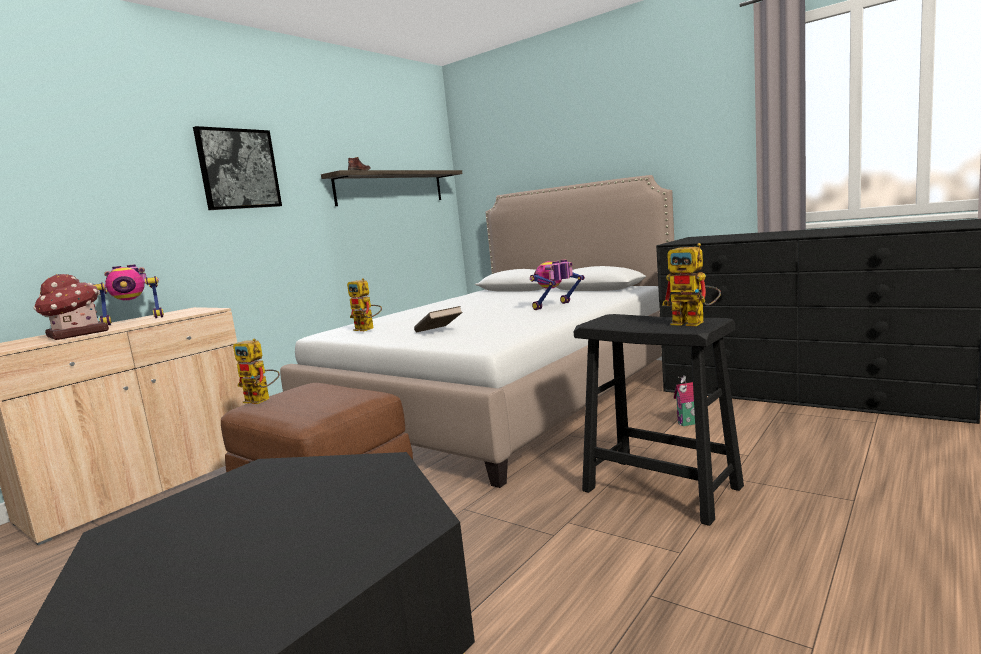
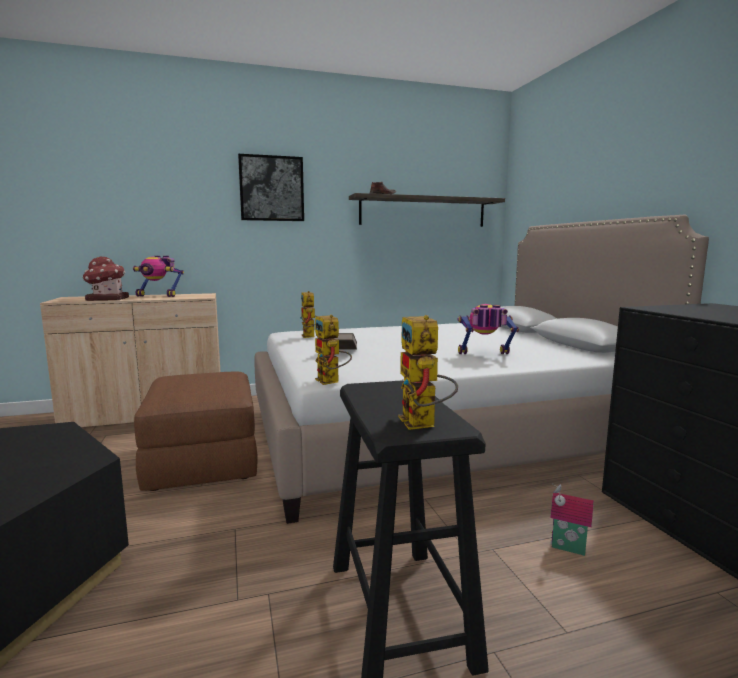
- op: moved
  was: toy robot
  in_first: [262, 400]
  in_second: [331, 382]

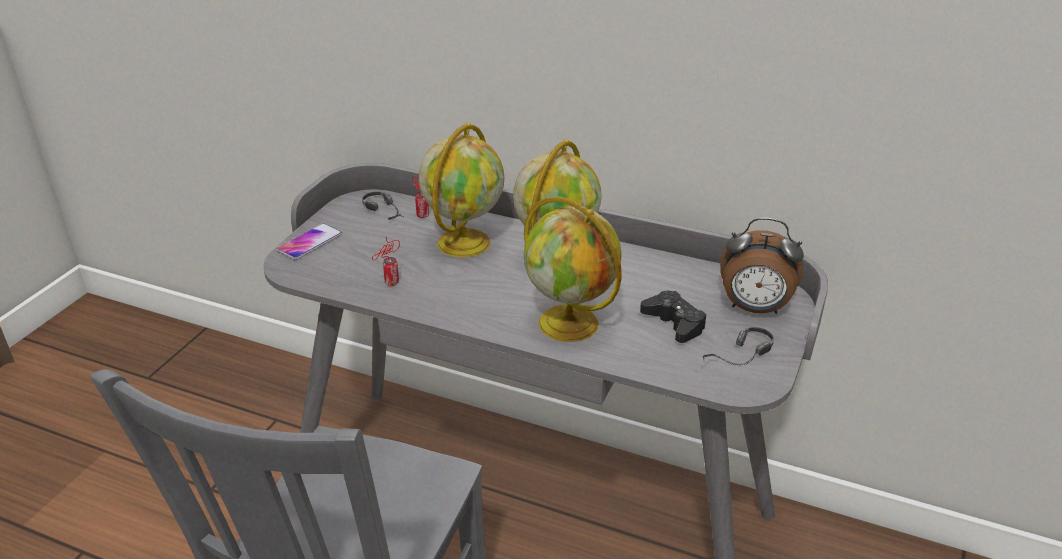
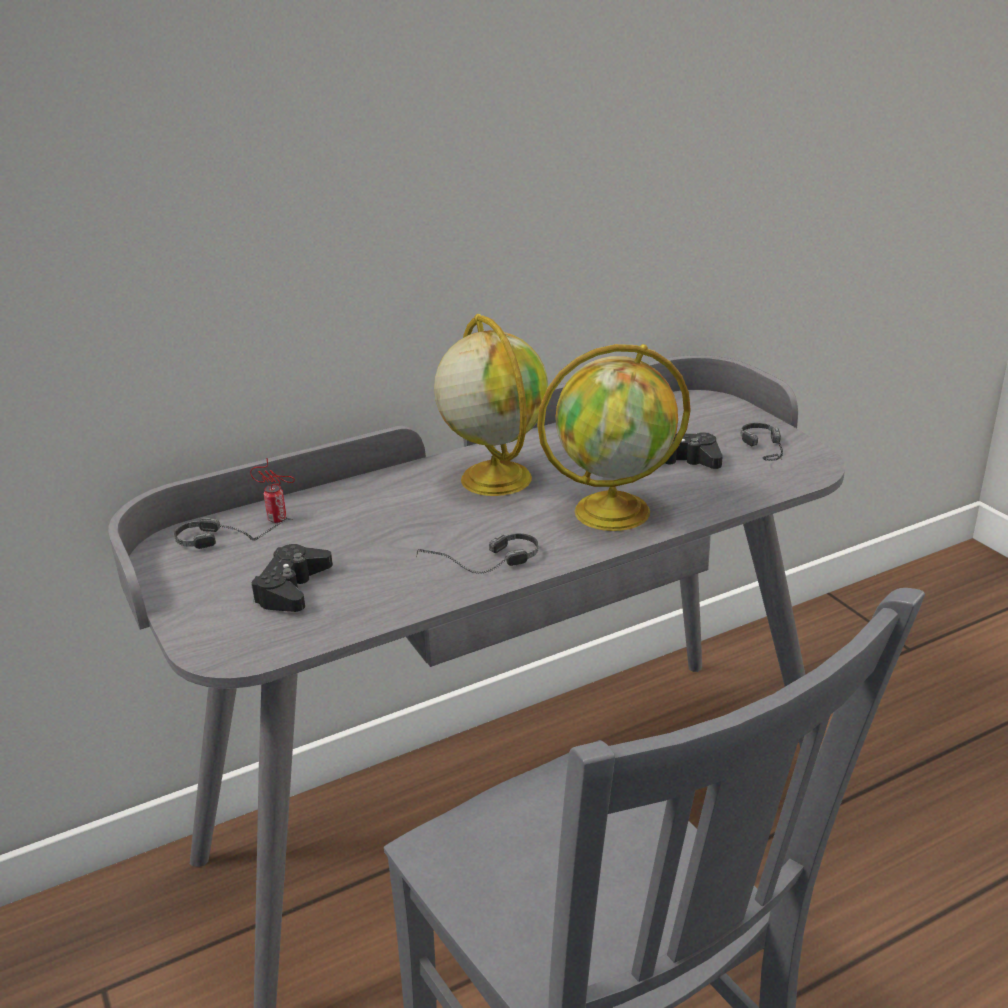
- op: added
  now: game controller (black)
  in_second: [292, 588]
- op: added
  now: headphones
  in_second: [482, 567]
- op: removed
  was: phone
  in_first: [310, 242]
- op: removed
  was: can
  in_first: [390, 283]
- op: removed
  was: globe
  in_first: [464, 242]
- op: removed
  was: alarm clock
  in_first: [754, 308]

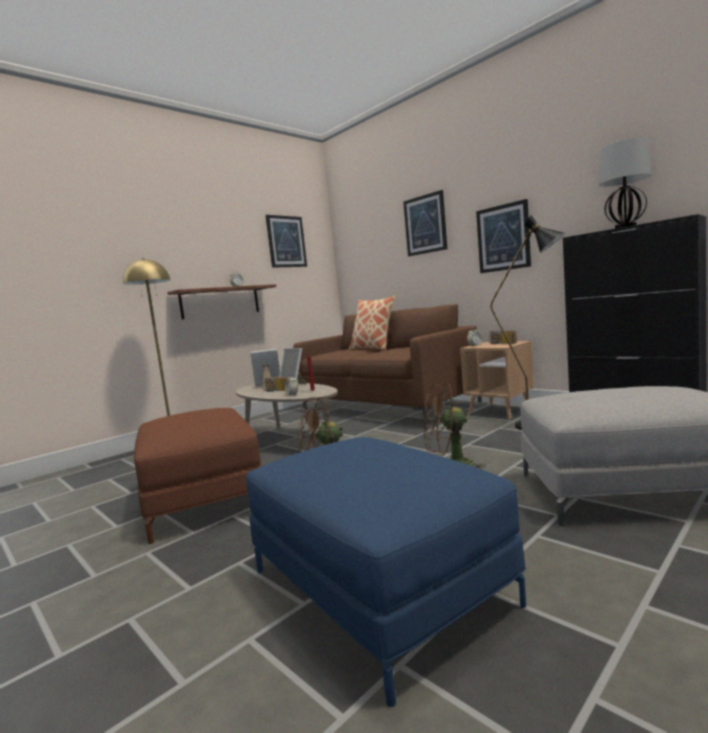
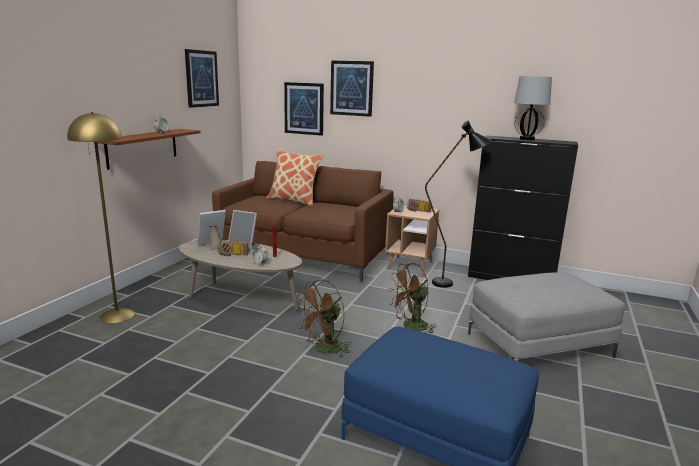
- op: moved
  was: picture
  in_first: [503, 238]
  in_second: [304, 108]
- op: removed
  was: ottoman (brown)
  in_first: [204, 498]

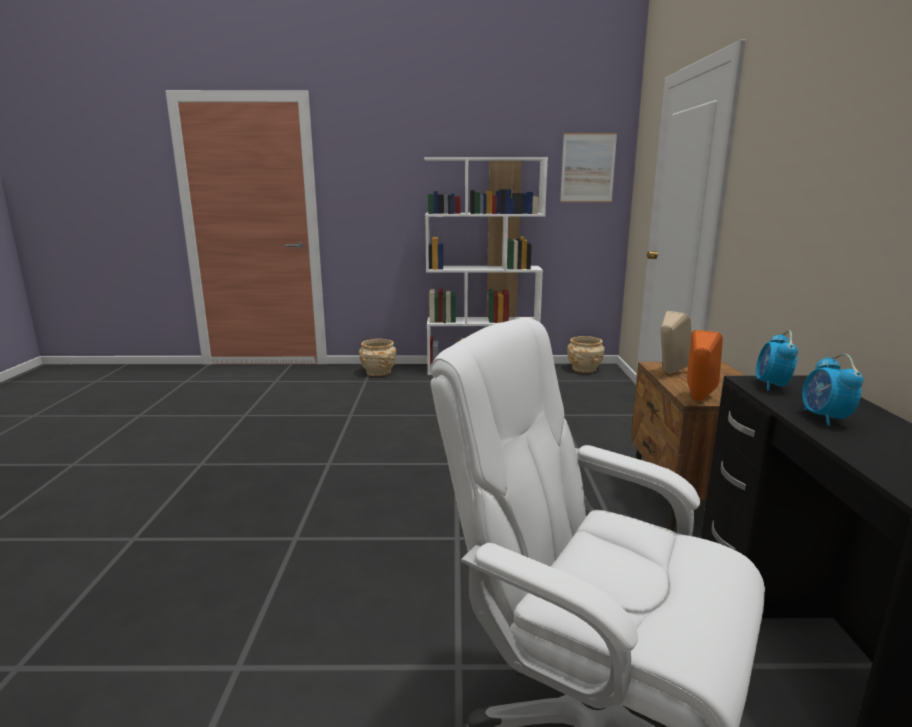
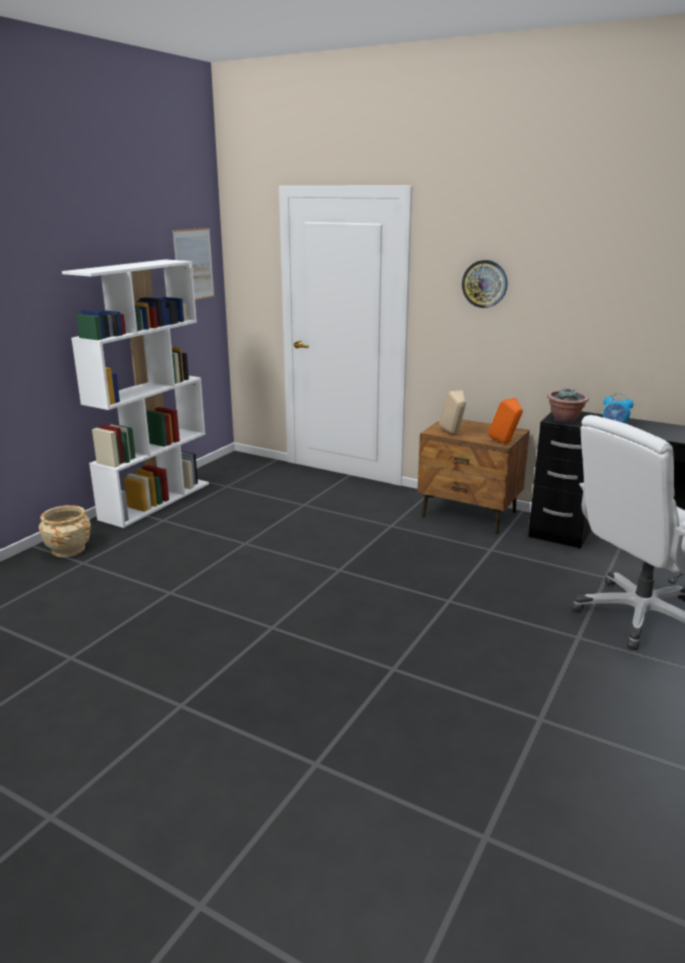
- op: added
  now: wall clock
  in_second: [484, 284]
- op: replaced
  was: alarm clock
  now: potted plant
  in_first: [771, 386]
  in_second: [565, 419]
- op: removed
  was: planter (beige)
  in_first: [584, 369]

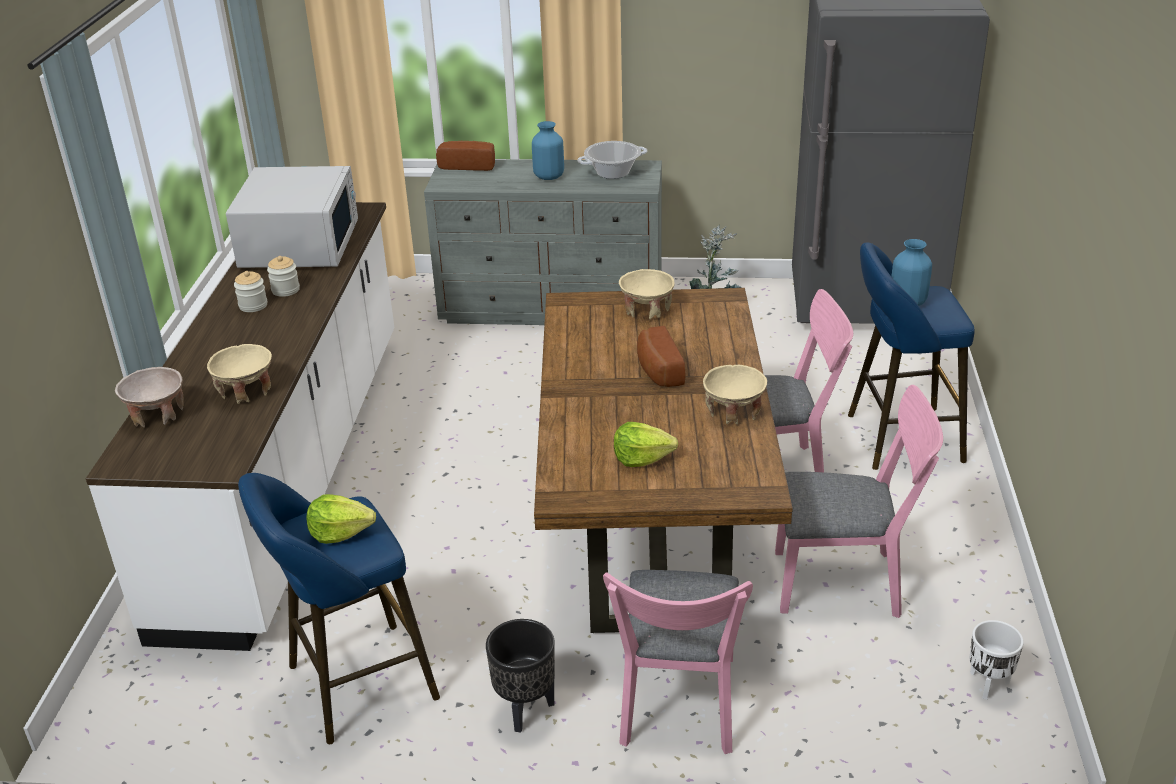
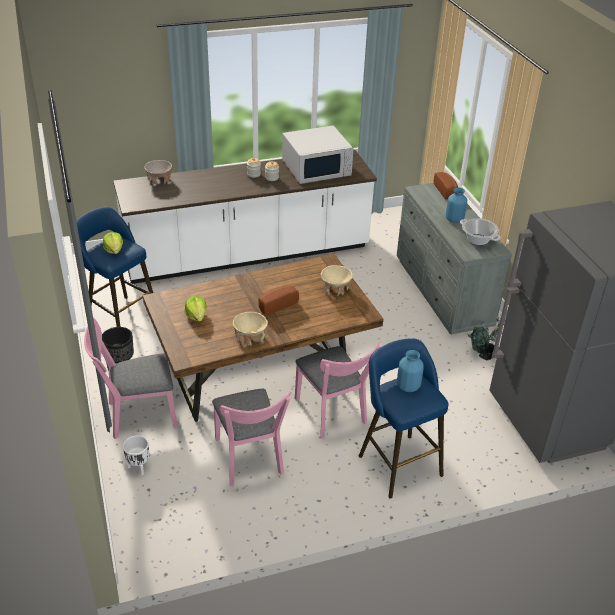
- op: moved
  was: planter (white)
  in_first: [987, 685]
  in_second: [138, 467]
- op: removed
  was: bowl (beige)
  in_first: [246, 391]

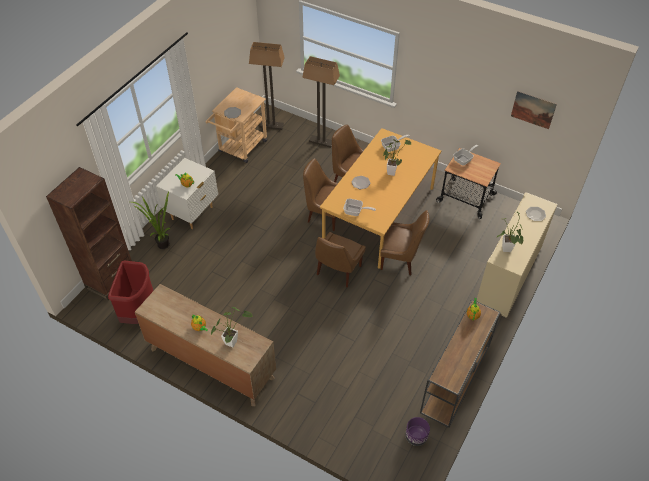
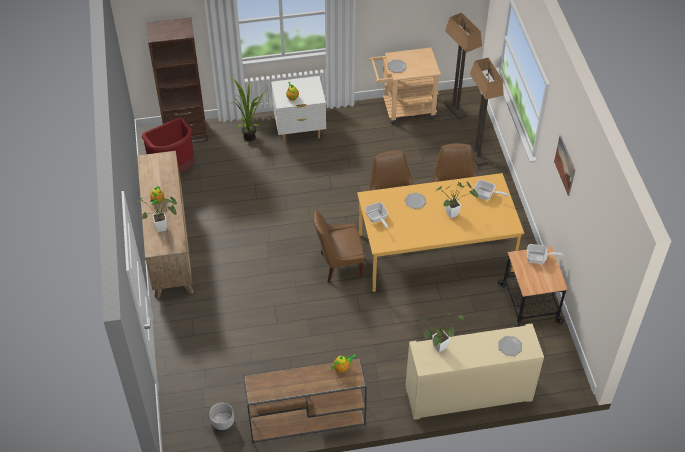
- op: recoloured
  was: planter (purple)
  now: planter (grey)
  in_first: [416, 436]
  in_second: [223, 424]
- op: moved
  was: picture
  in_first: [533, 109]
  in_second: [565, 165]
- op: removed
  was: chair (brown)
  in_first: [400, 260]

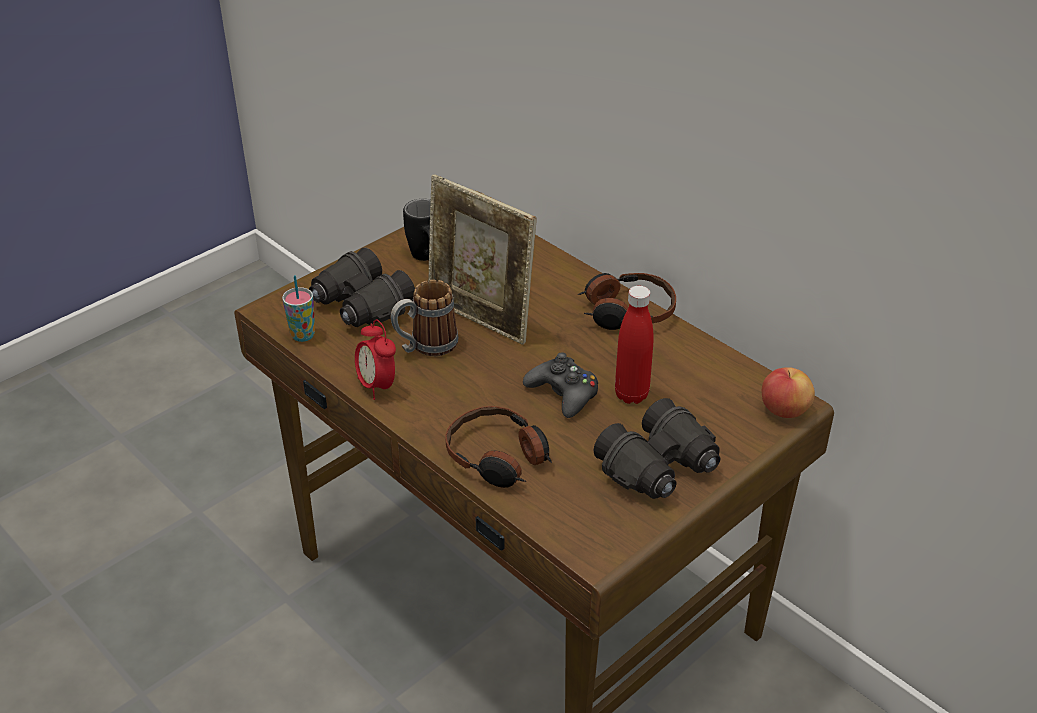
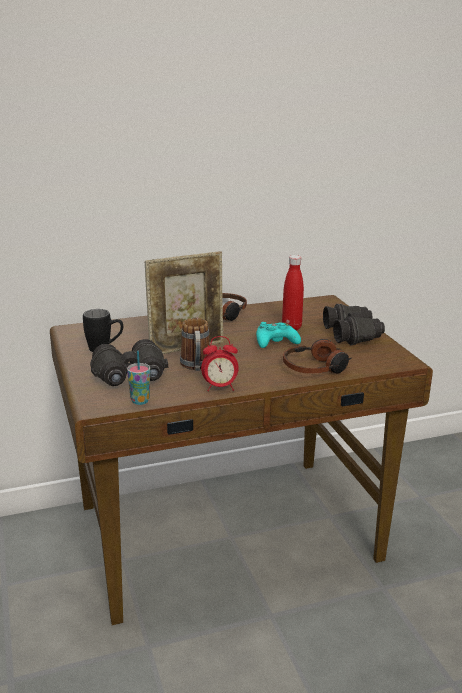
- op: recoloured
  was: game controller (black)
  now: game controller (turquoise)
  in_first: [563, 393]
  in_second: [276, 342]
- op: removed
  was: apple
  in_first: [783, 410]

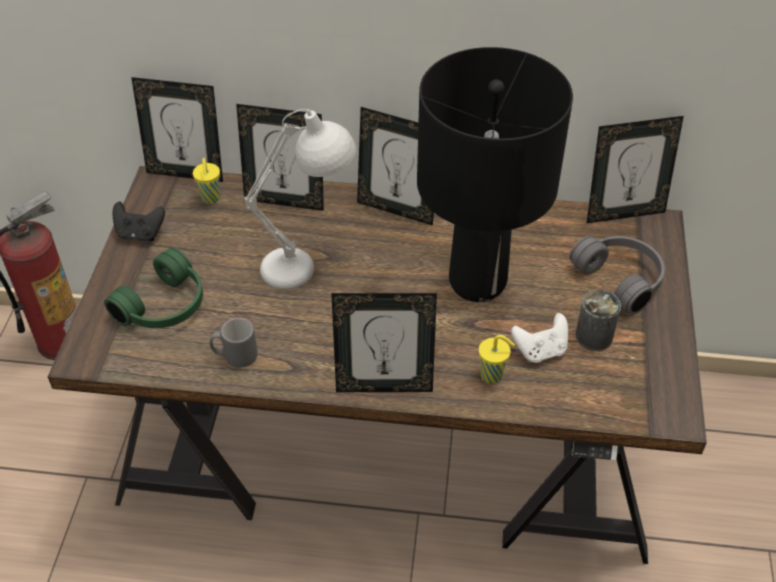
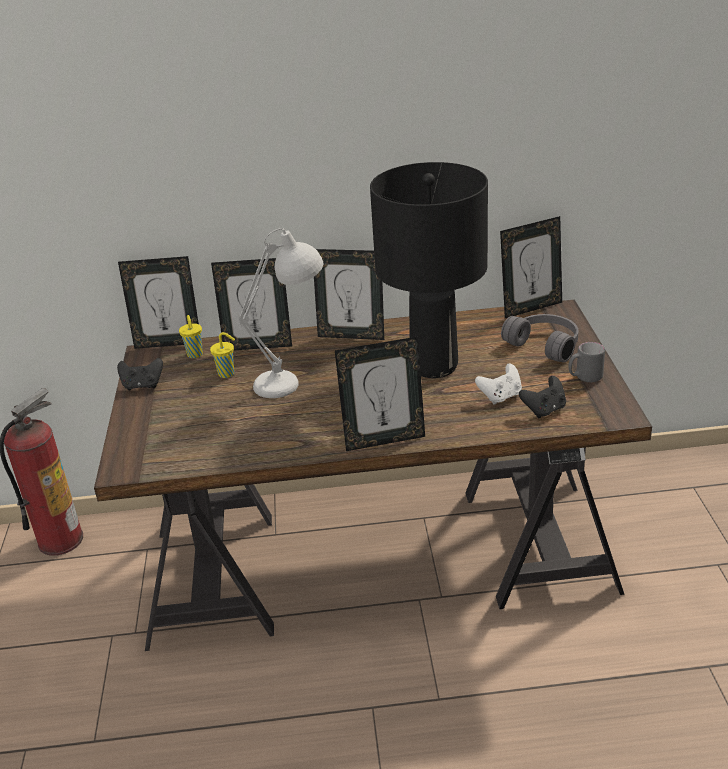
- op: moved
  was: cup (yellow)
  in_first: [493, 376]
  in_second: [227, 374]
- op: added
  now: game controller (black)
  in_second: [544, 410]
- op: moved
  was: mug (grey)
  in_first: [235, 356]
  in_second: [584, 377]
- op: removed
  was: headphones (green)
  in_first: [166, 307]
- op: removed
  was: can
  in_first: [593, 336]

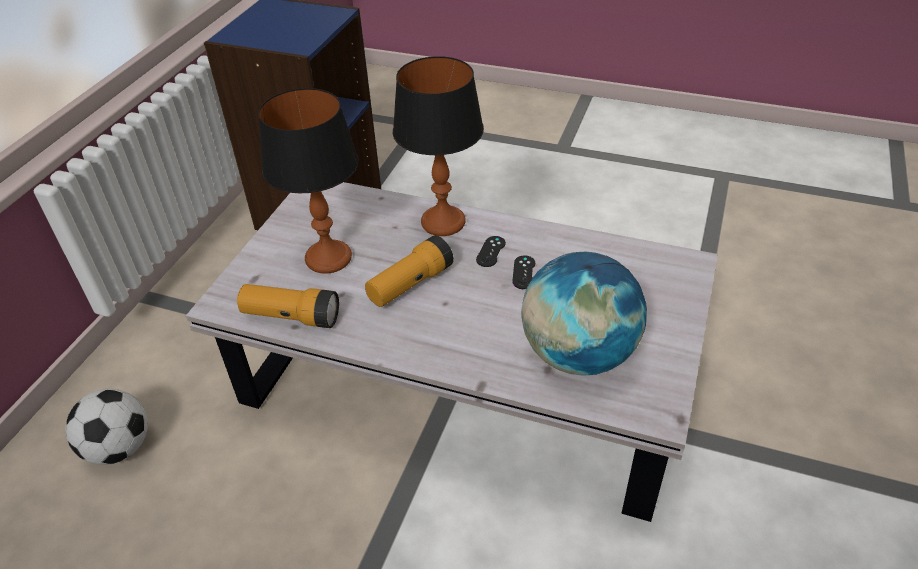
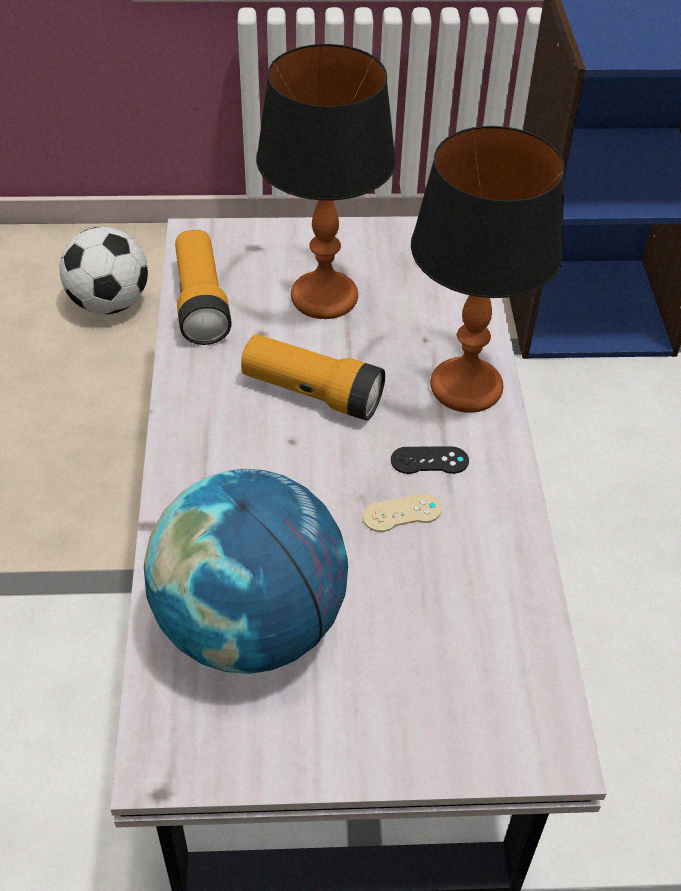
- op: recoloured
  was: game controller (black)
  now: game controller (beige)
  in_first: [524, 272]
  in_second: [402, 513]

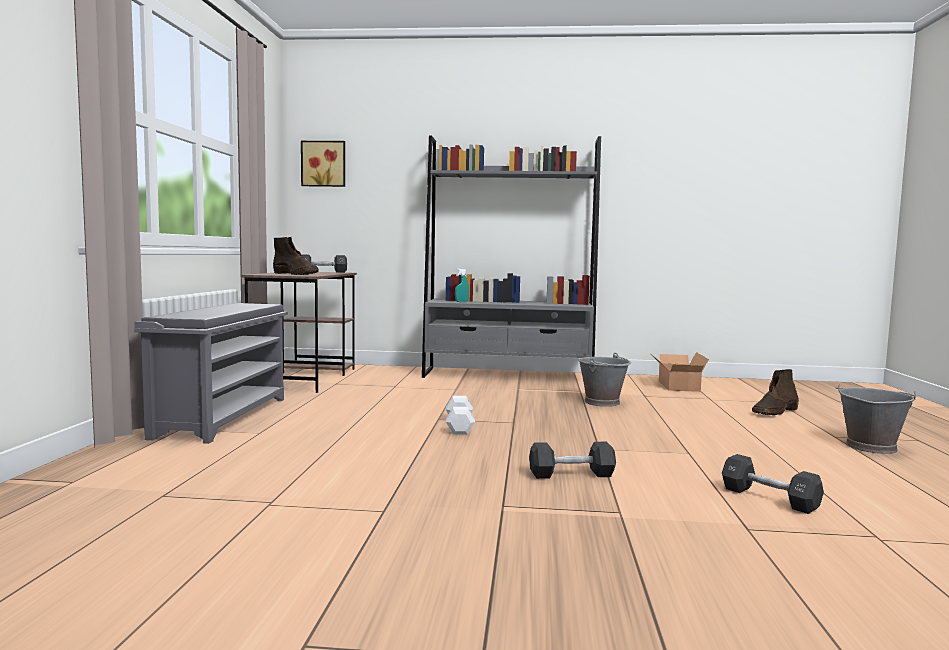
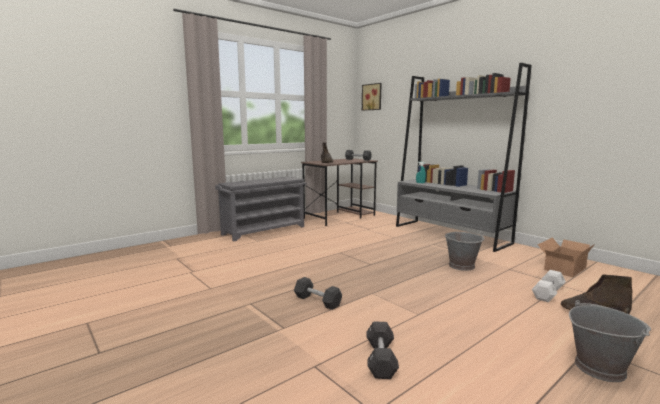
- op: moved
  was: dumbbell (white)
  in_first: [459, 426]
  in_second: [548, 293]

